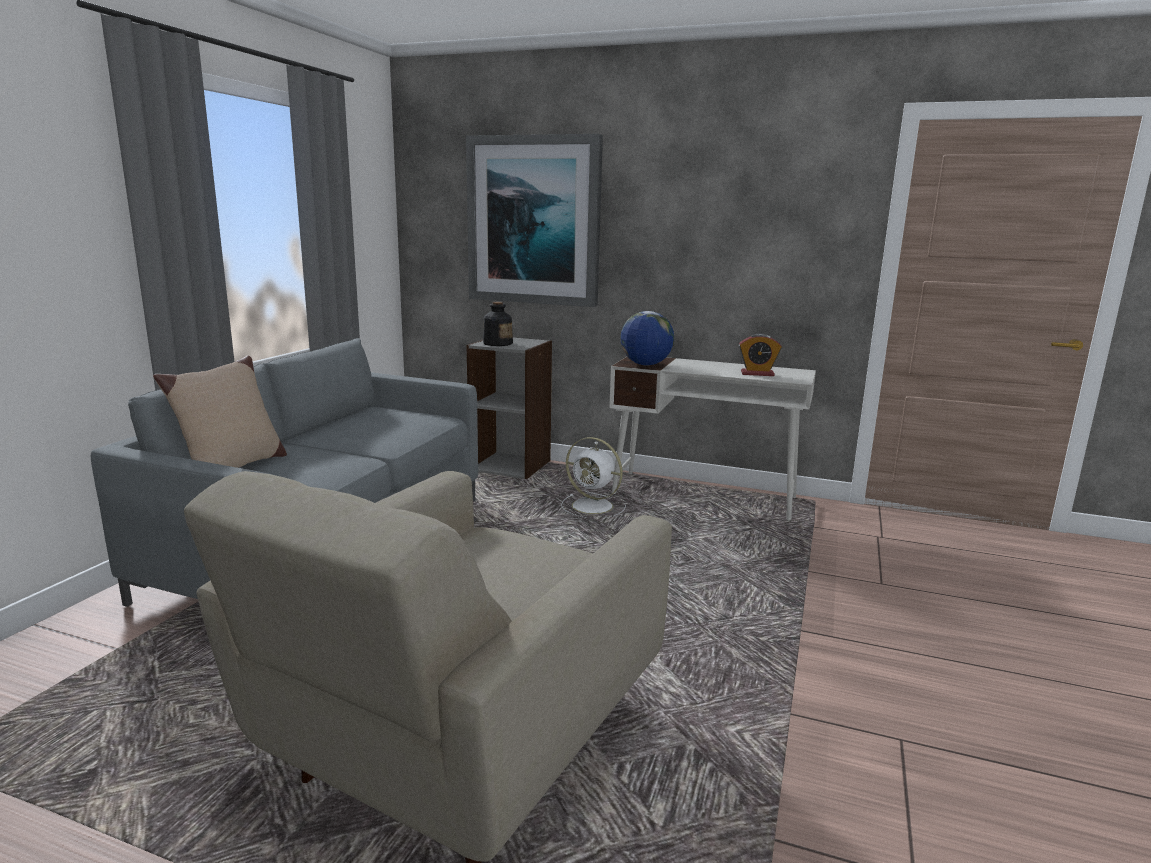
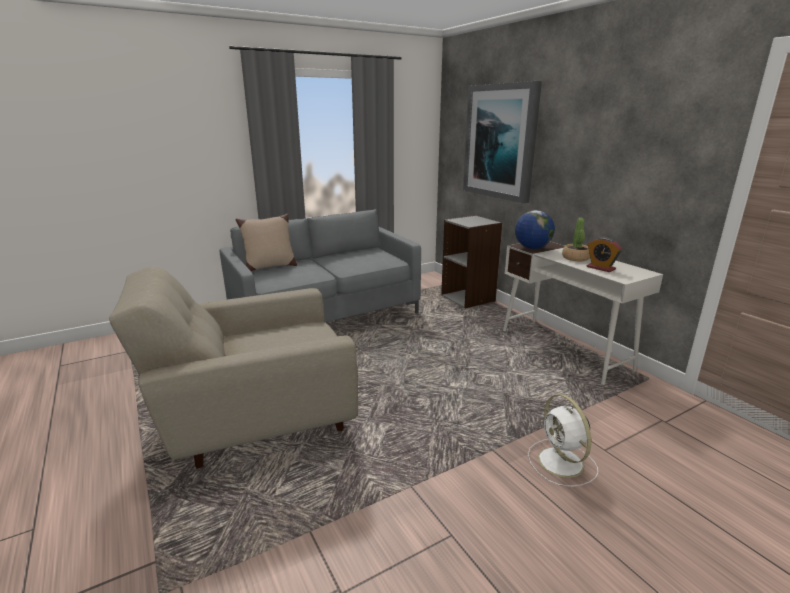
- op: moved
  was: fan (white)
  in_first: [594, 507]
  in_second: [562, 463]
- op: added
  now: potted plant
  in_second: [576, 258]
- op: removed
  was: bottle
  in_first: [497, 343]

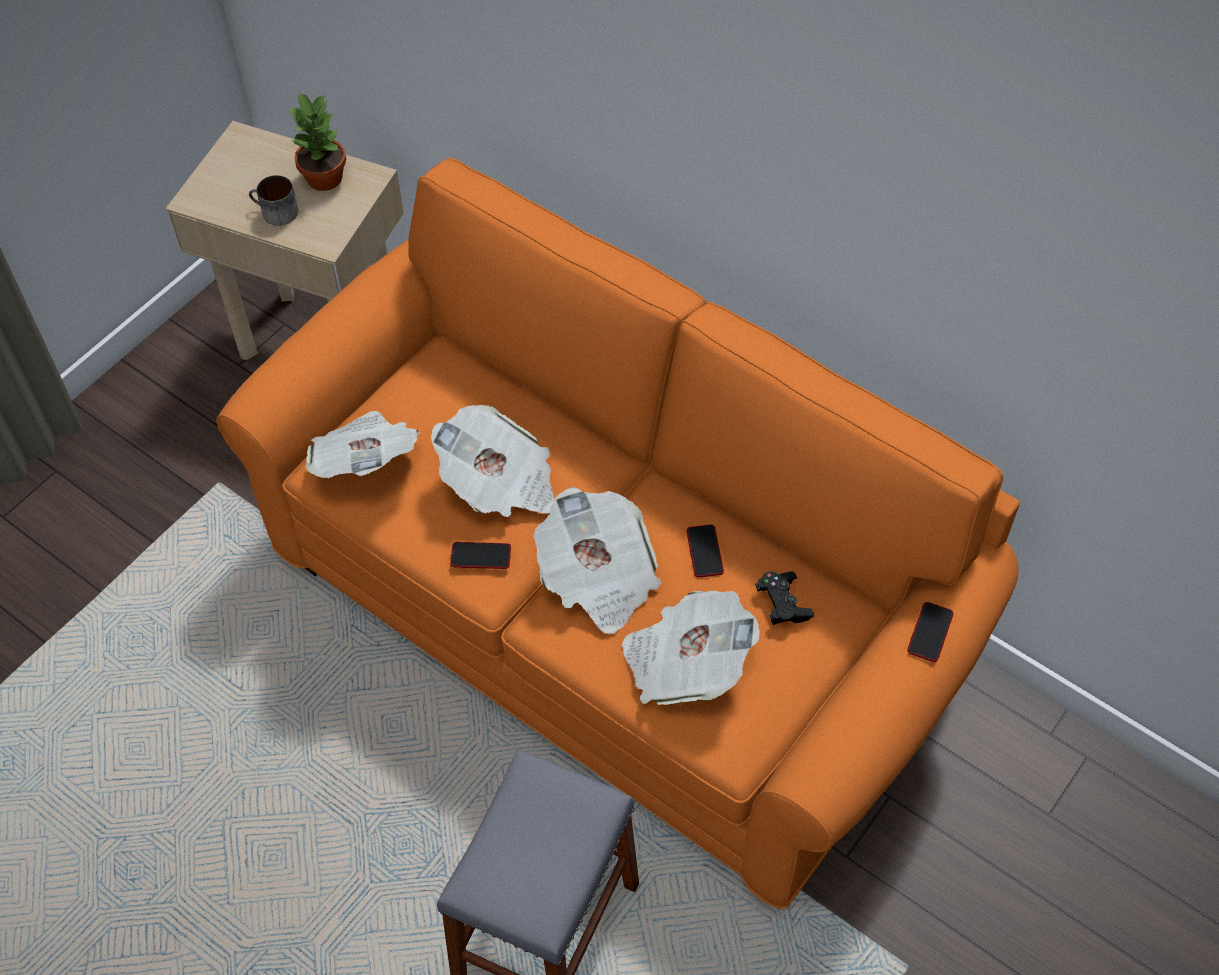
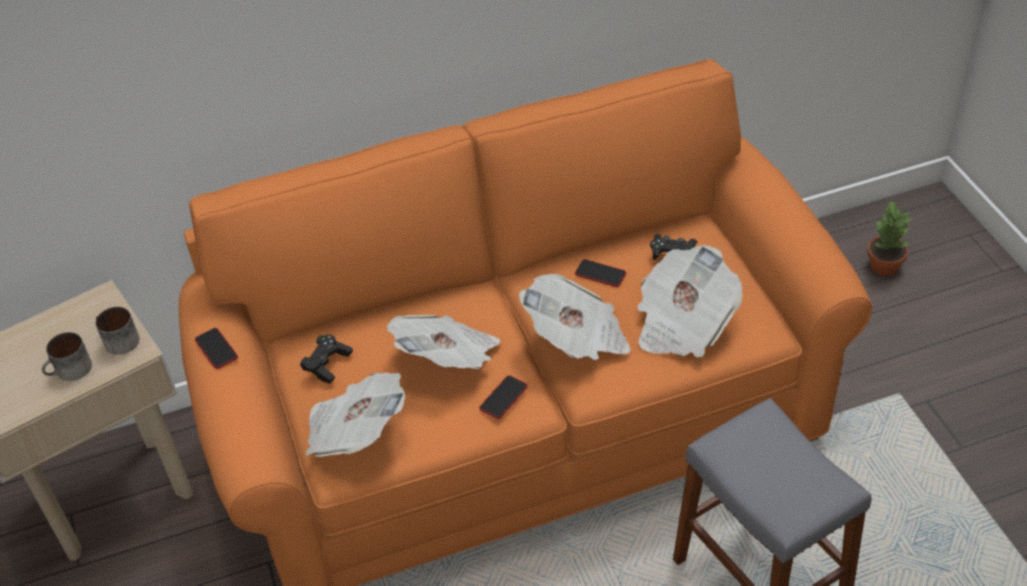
- op: added
  now: mug
  in_second: [117, 341]
- op: moved
  was: phone
  in_first: [930, 632]
  in_second: [216, 349]
- op: added
  now: game controller (black)
  in_second: [327, 364]
- op: moved
  was: potted plant
  in_first: [325, 177]
  in_second: [883, 265]

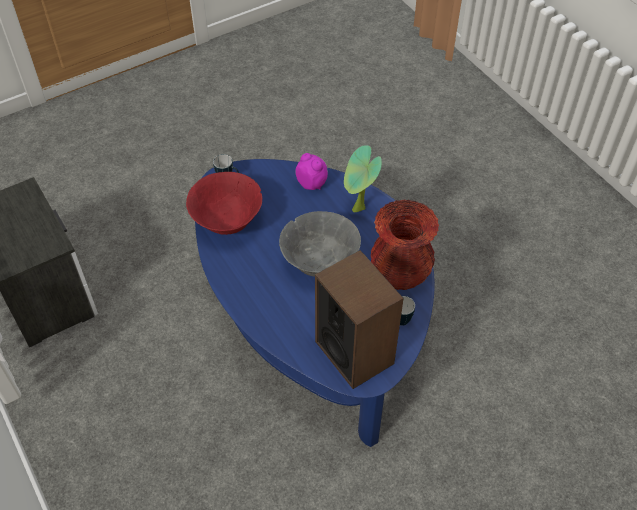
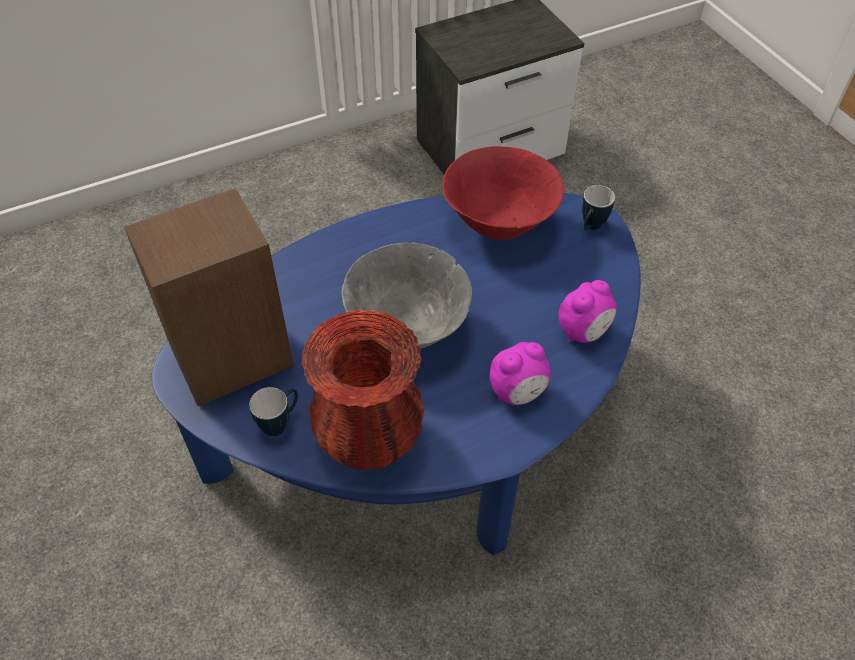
- op: replaced
  was: potted plant
  now: alarm clock
  in_first: [358, 211]
  in_second: [517, 392]

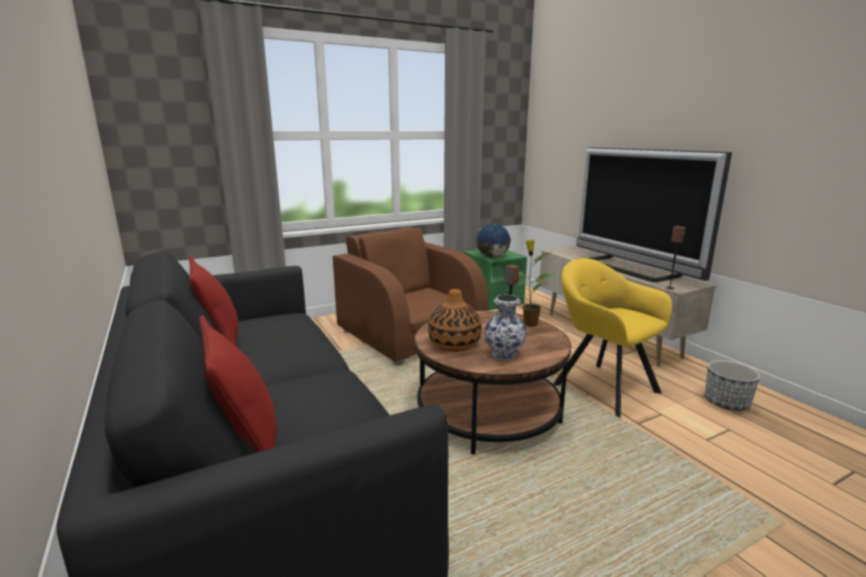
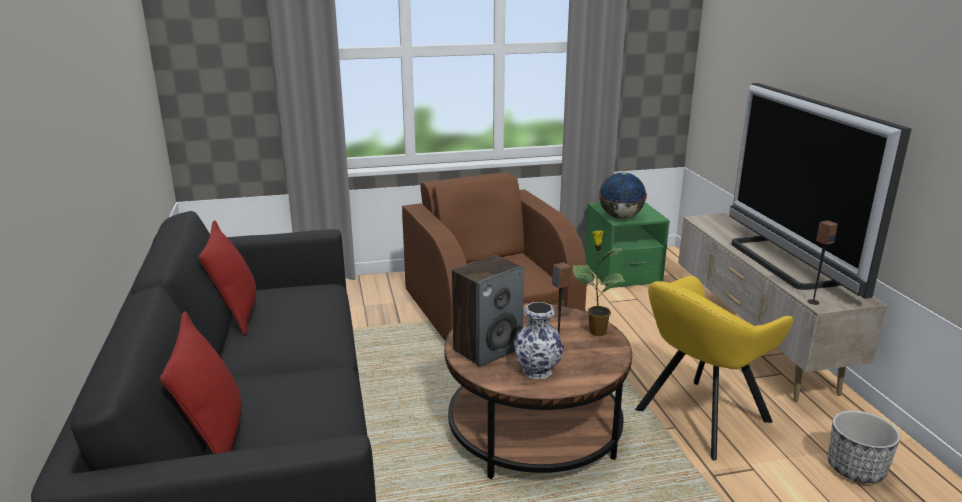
- op: replaced
  was: vase
  now: speaker
  in_first: [454, 344]
  in_second: [487, 349]
- op: turned
  was: armchair (yellow)
  in_first: [602, 386]
  in_second: [698, 418]
  clockwise: -105

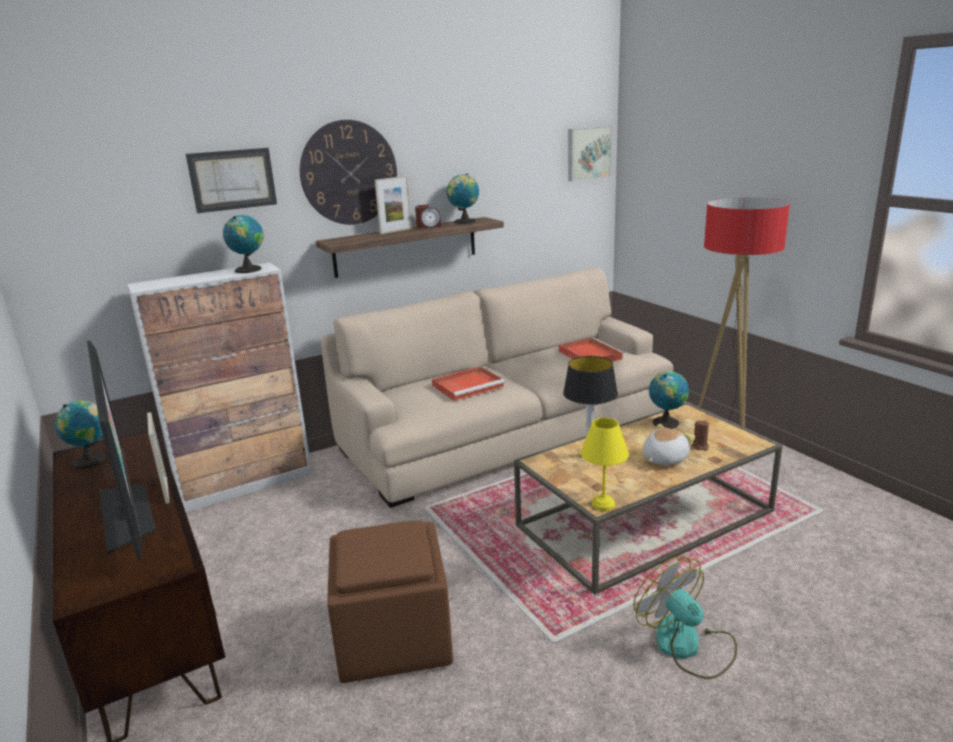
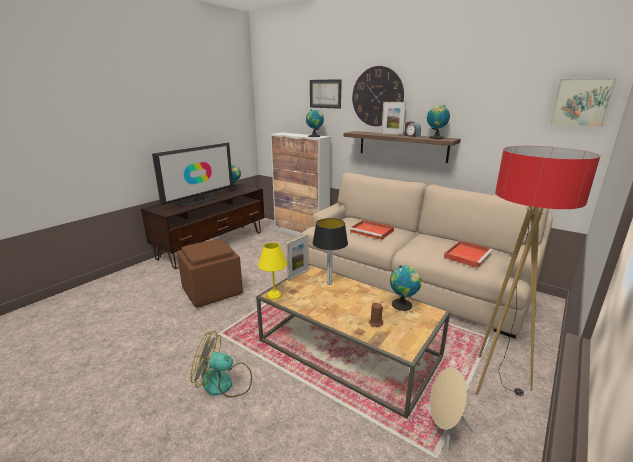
- op: turned
  was: fan
  in_first: [687, 646]
  in_second: [224, 383]
  clockwise: -120
- op: moved
  was: picture frame
  in_first: [166, 490]
  in_second: [298, 275]
- op: added
  now: speaker (beige)
  in_second: [444, 431]
- op: removed
  was: plush toy
  in_first: [663, 459]

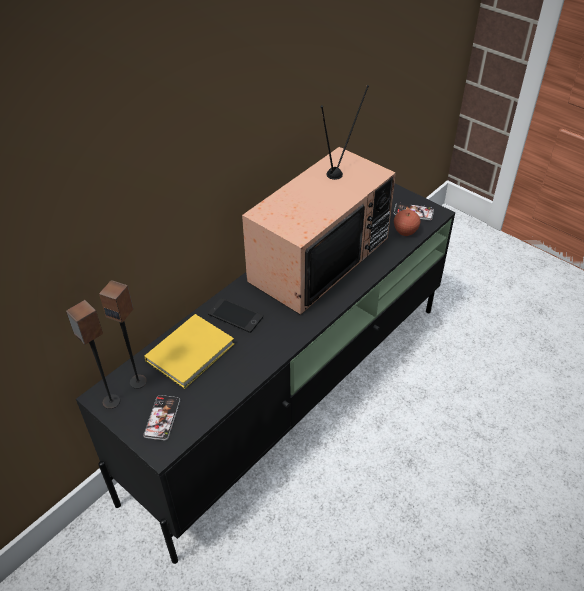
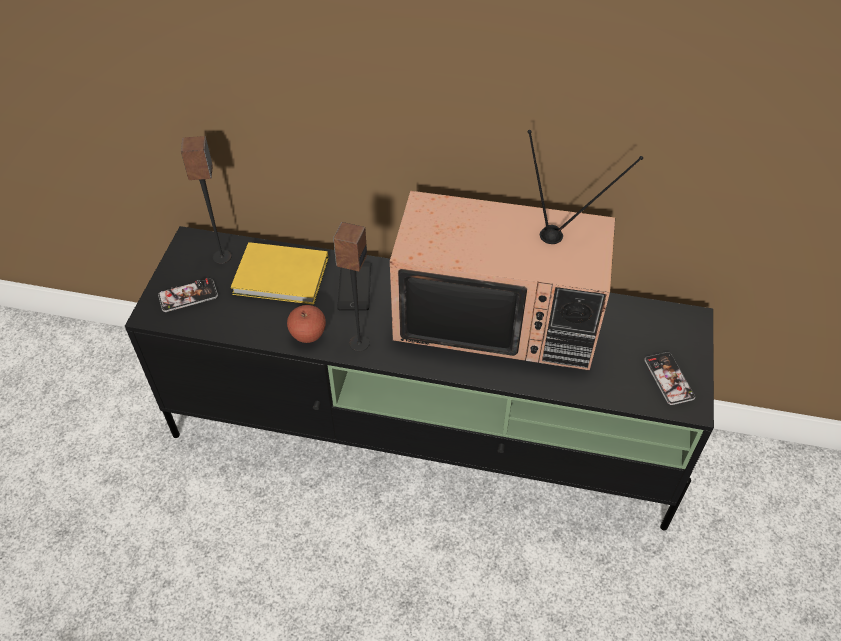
- op: moved
  was: apple
  in_first: [405, 232]
  in_second: [308, 335]
- op: moved
  was: speaker
  in_first: [111, 402]
  in_second: [359, 343]

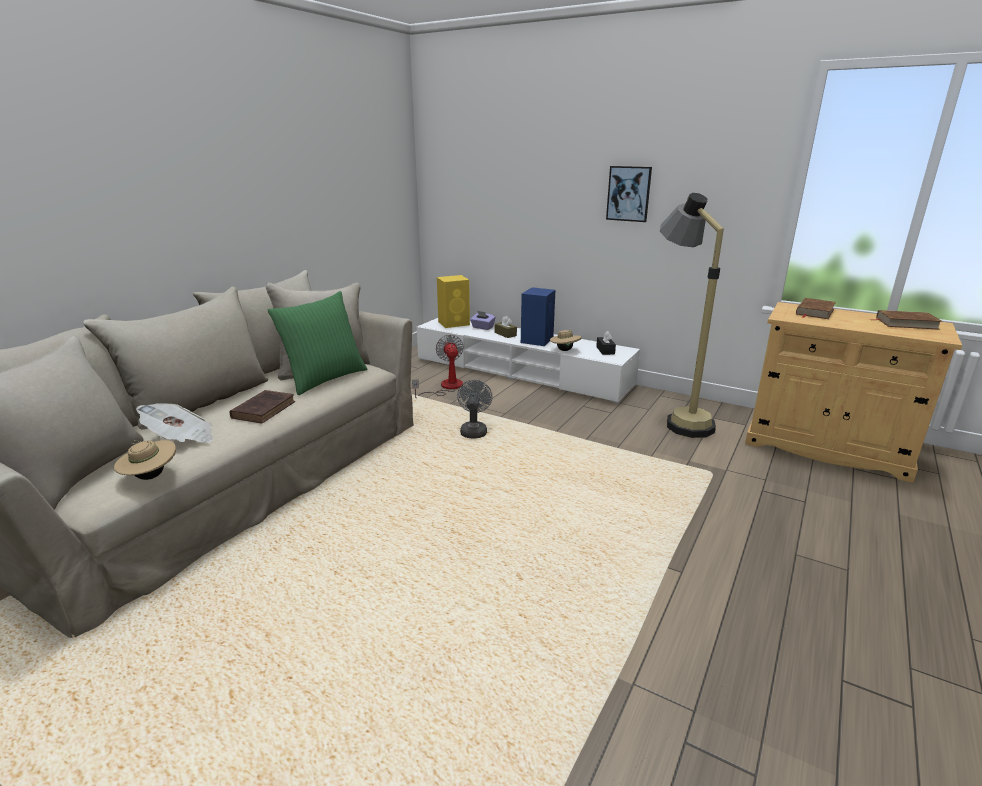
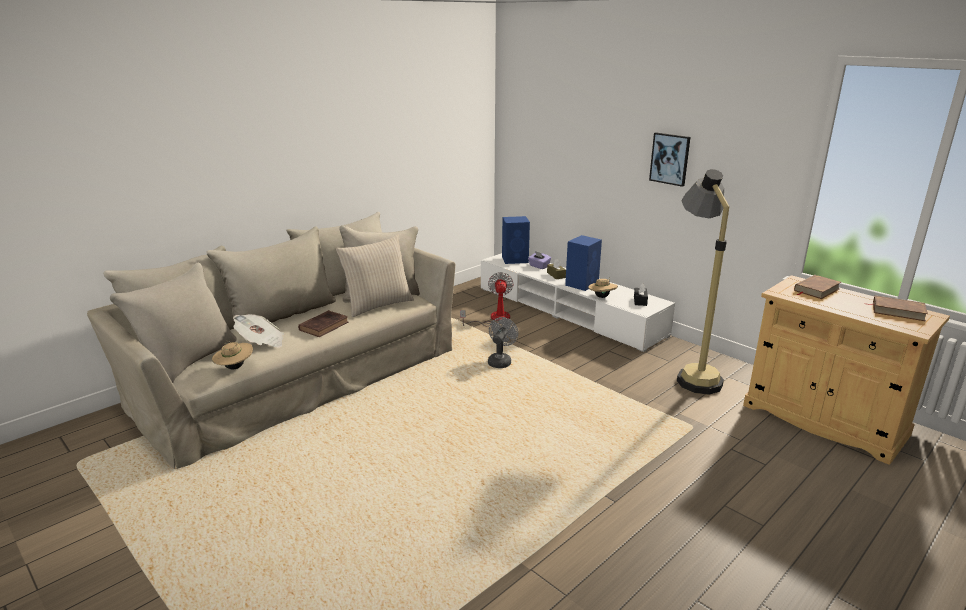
- op: recoloured
  was: pillow (green)
  now: pillow (beige)
  in_first: [325, 379]
  in_second: [378, 305]
- op: recoloured
  was: speaker (yellow)
  now: speaker (blue)
  in_first: [454, 323]
  in_second: [515, 259]

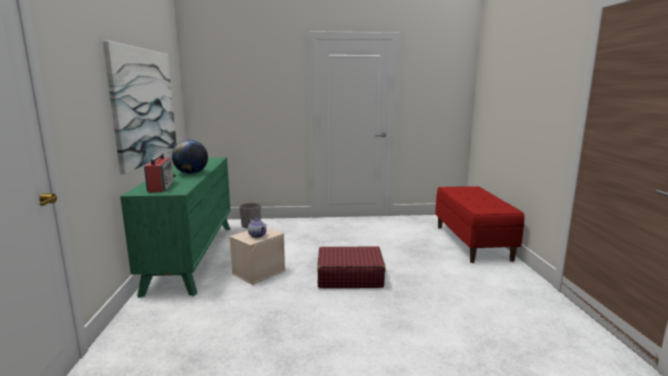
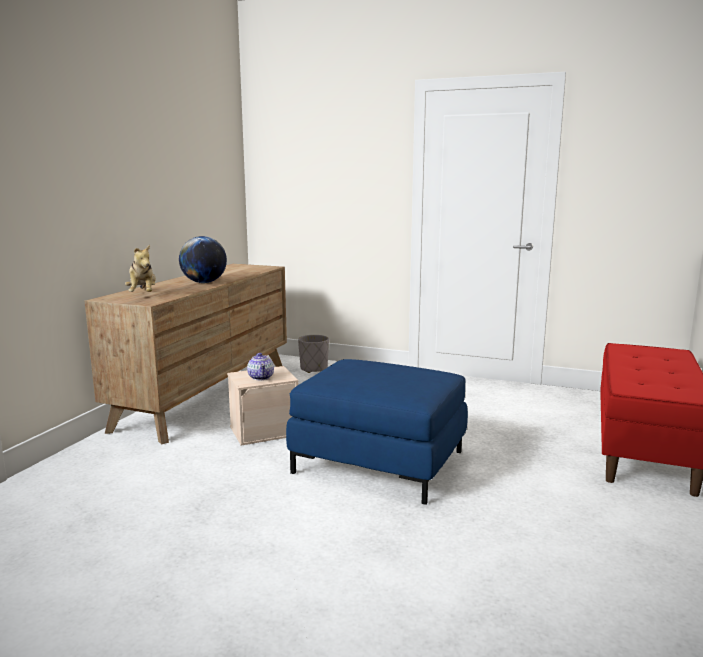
- op: recoloured
  was: dresser (green)
  now: dresser (brown)
  in_first: [192, 256]
  in_second: [206, 396]
- op: replaced
  was: radio
  now: plush toy
  in_first: [161, 186]
  in_second: [143, 294]
- op: replaced
  was: suitcase (red)
  now: ottoman (blue)
  in_first: [349, 277]
  in_second: [379, 462]
- op: removed
  was: picture
  in_first: [145, 105]

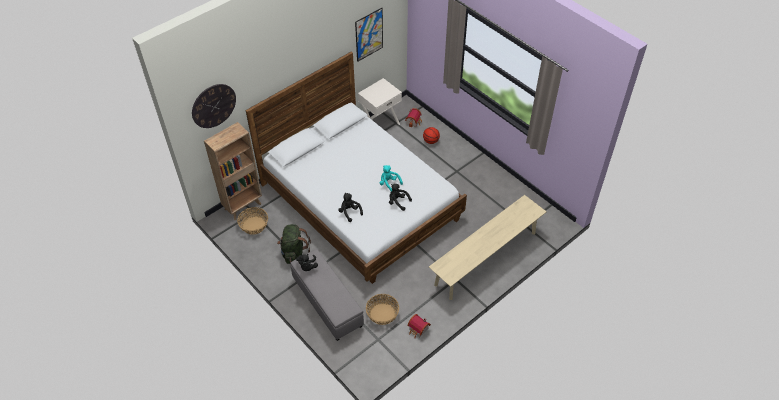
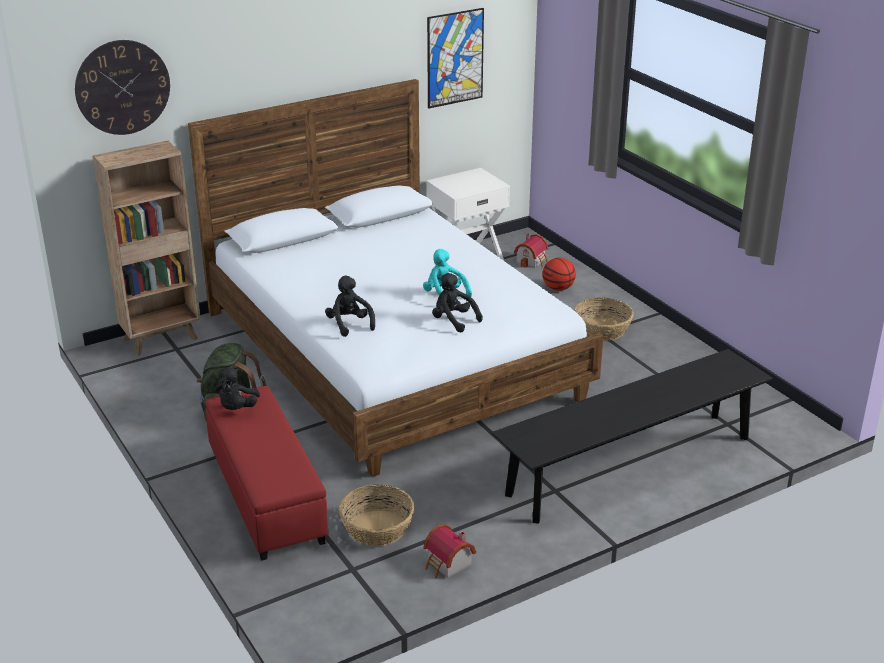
- op: recoloured
  was: ottoman (grey)
  now: ottoman (red)
  in_first: [327, 303]
  in_second: [265, 496]
- op: recoloured
  was: bench (beige)
  now: bench (black)
  in_first: [486, 258]
  in_second: [630, 466]
- op: moved
  was: basket
  in_first: [254, 225]
  in_second: [602, 330]

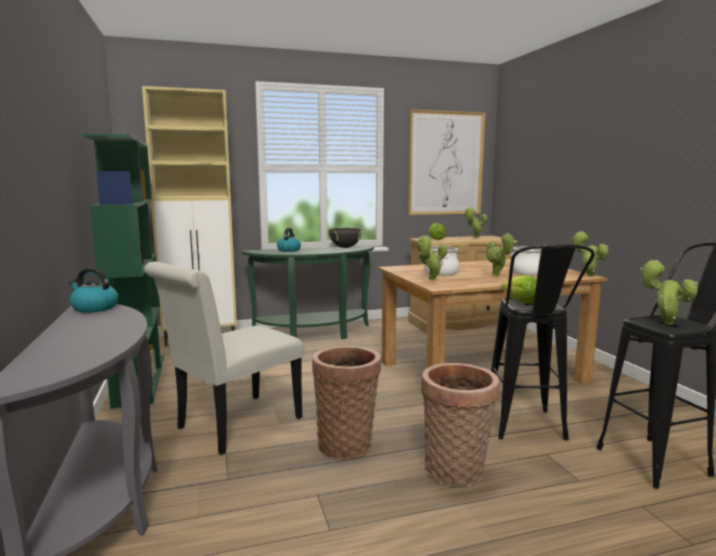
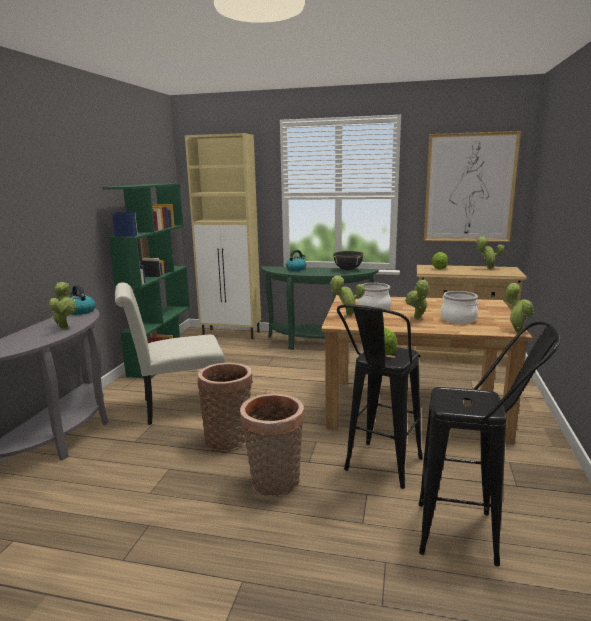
- op: moved
  was: potted plant
  in_first: [664, 323]
  in_second: [65, 328]

